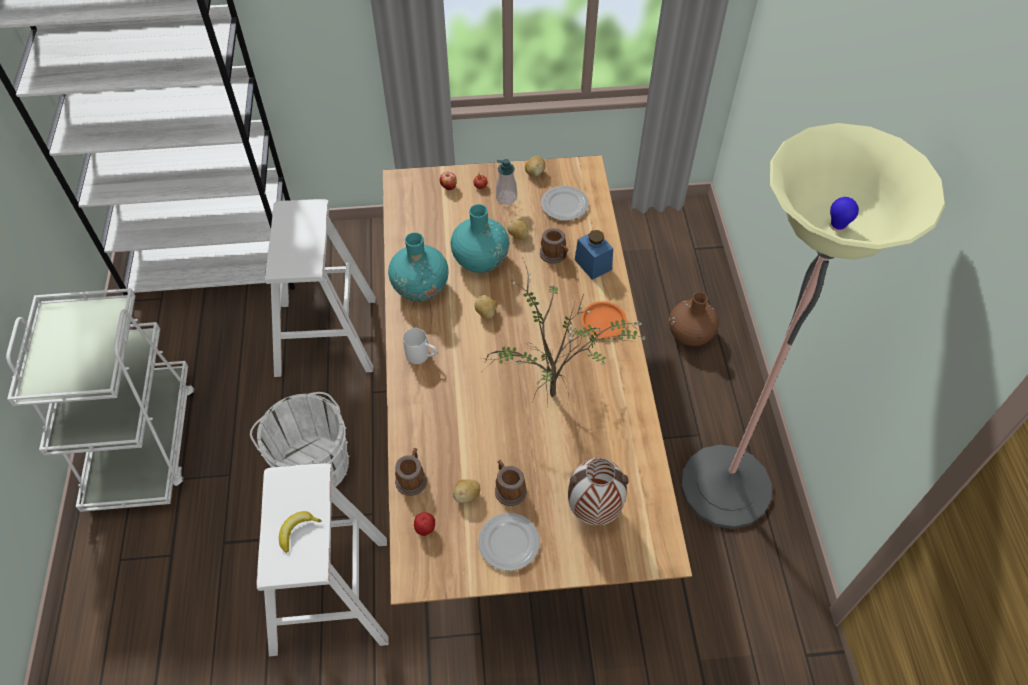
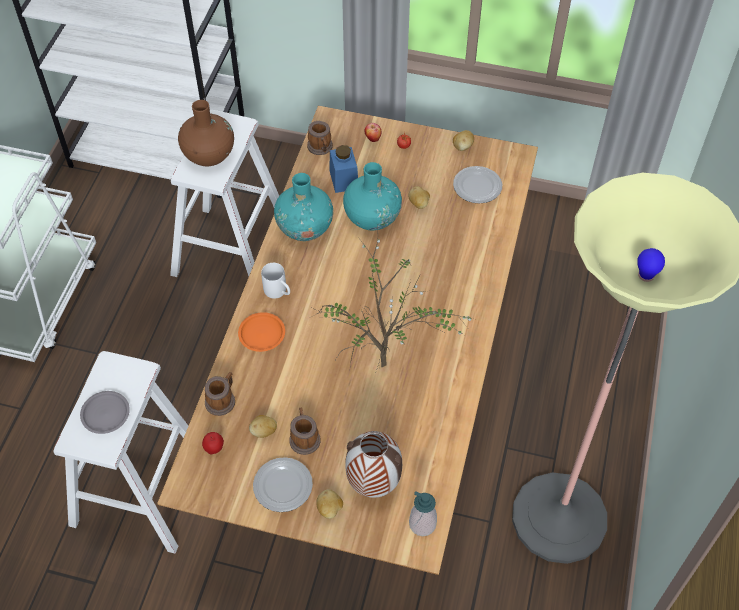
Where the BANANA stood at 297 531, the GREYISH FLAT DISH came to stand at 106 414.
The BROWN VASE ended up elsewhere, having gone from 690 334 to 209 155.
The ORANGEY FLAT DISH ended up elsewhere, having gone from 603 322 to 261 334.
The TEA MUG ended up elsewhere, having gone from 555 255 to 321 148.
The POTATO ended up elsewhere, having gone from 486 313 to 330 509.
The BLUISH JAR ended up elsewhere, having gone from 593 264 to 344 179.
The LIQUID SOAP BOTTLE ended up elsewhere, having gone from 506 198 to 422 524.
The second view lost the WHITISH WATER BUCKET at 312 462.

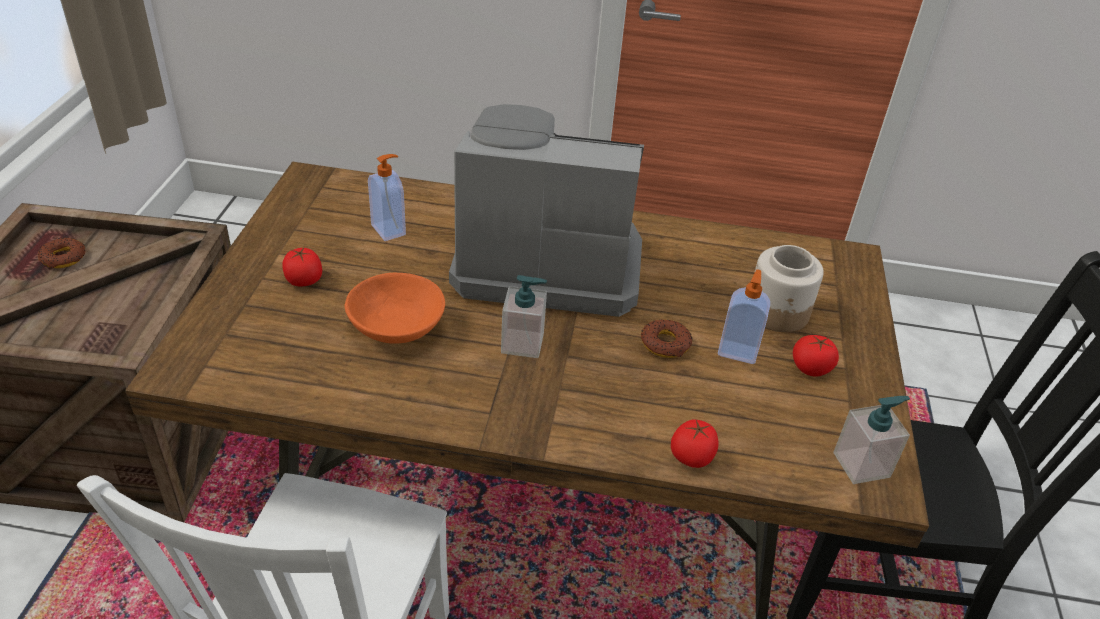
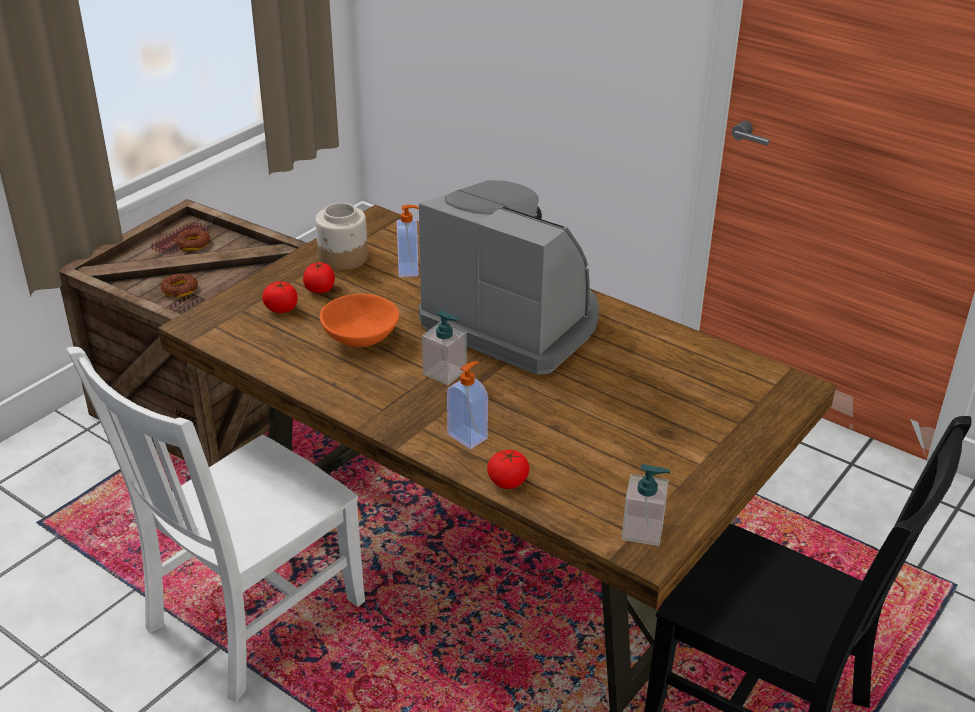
The DONUT ended up elsewhere, having gone from 665 343 to 180 289.
The WHOLE TOMATO ended up elsewhere, having gone from 811 368 to 281 308.
The JAR ended up elsewhere, having gone from 778 312 to 343 258.
The LIQUID SOAP BOTTLE ended up elsewhere, having gone from 737 351 to 468 436.

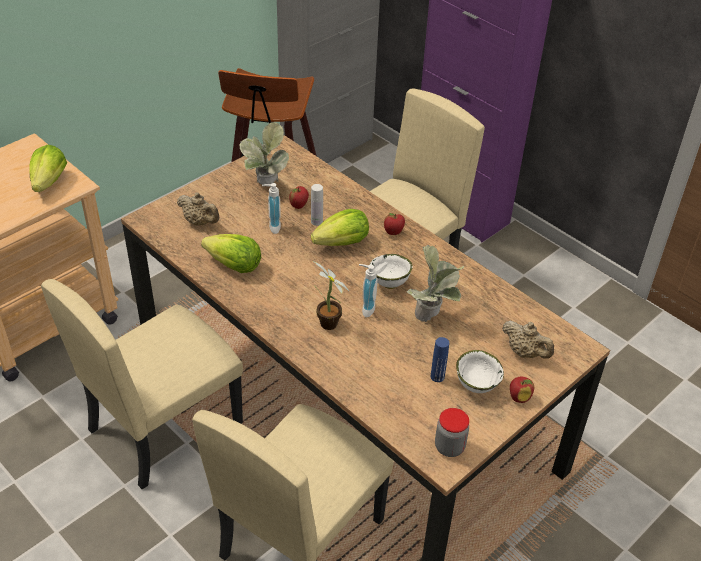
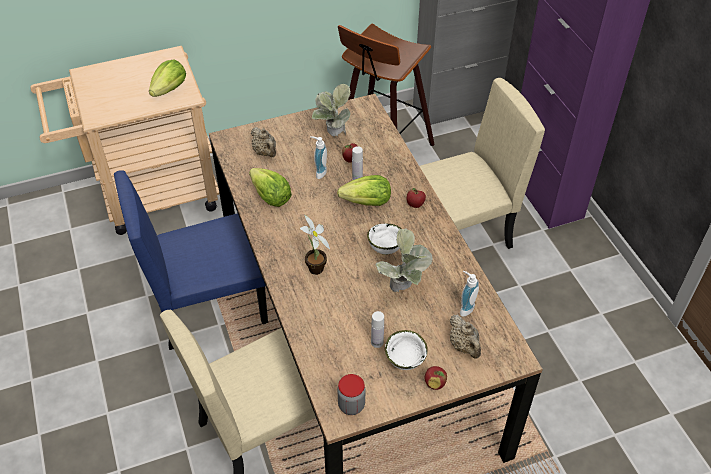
What was the BEIGE UPRIGHT CHAIR at 164 425 turned into the BLUISH UPRIGHT CHAIR at 210 305.
What was the BLUISH BOTTLE at 437 376 turned into the WHITISH BOTTLE at 377 342.
The LIQUID SOAP BOTTLE ended up elsewhere, having gone from 365 308 to 465 308.

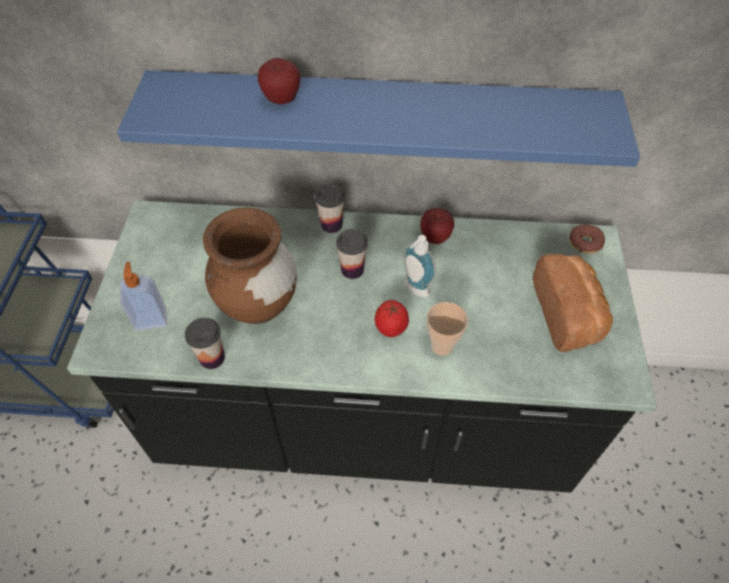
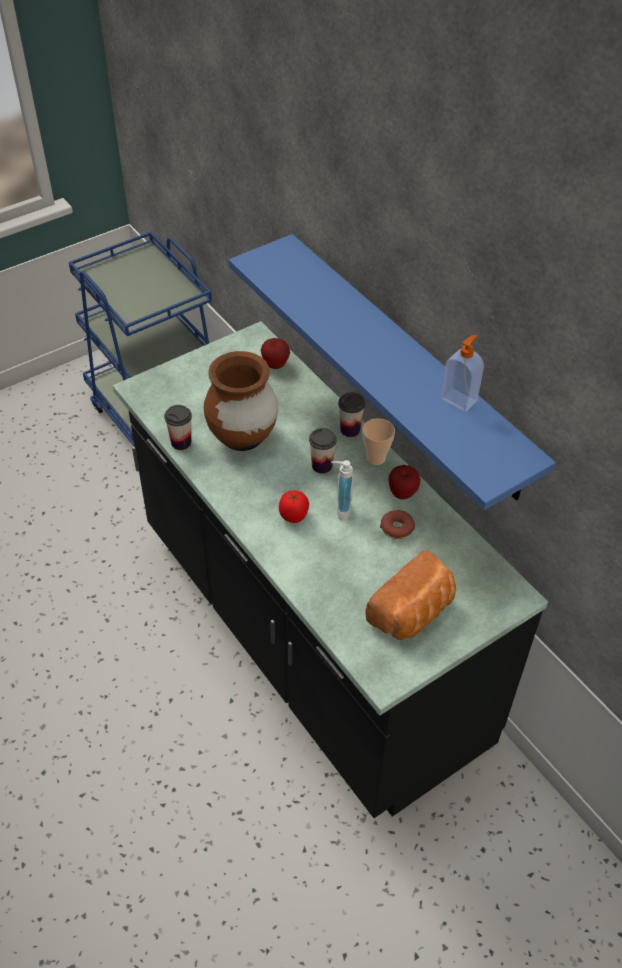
The APPLE FRUIT ended up elsewhere, having gone from 281 100 to 275 365.
The CUP ended up elsewhere, having gone from 442 346 to 376 458.
The DONUT ended up elsewhere, having gone from 585 243 to 397 528.
The LIQUID SOAP BOTTLE ended up elsewhere, having gone from 151 318 to 459 399.

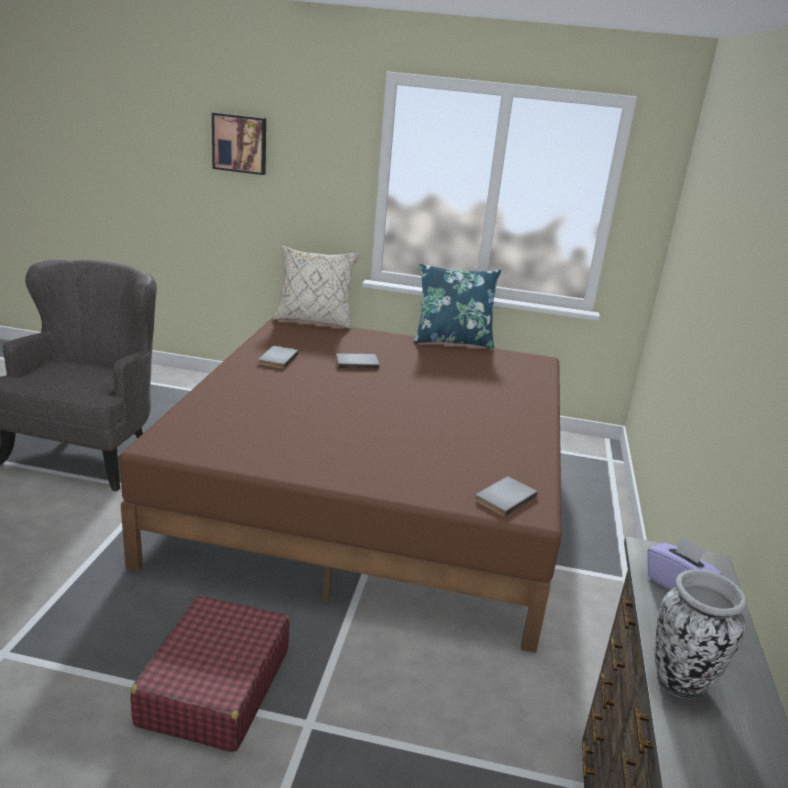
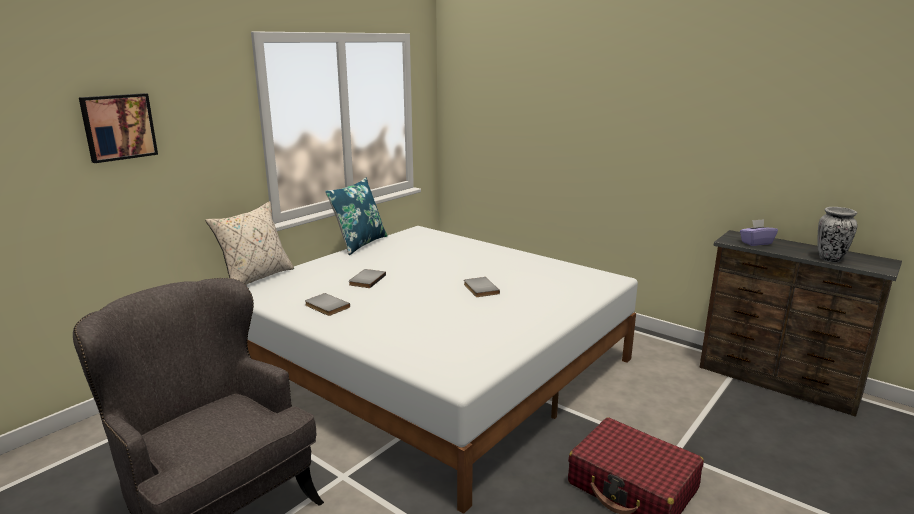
What was the BROWN BEDROOM BED at 373 493 turned into the WHITISH BEDROOM BED at 434 366.
The GREYISH BOOK ended up elsewhere, having gone from 503 497 to 479 289.

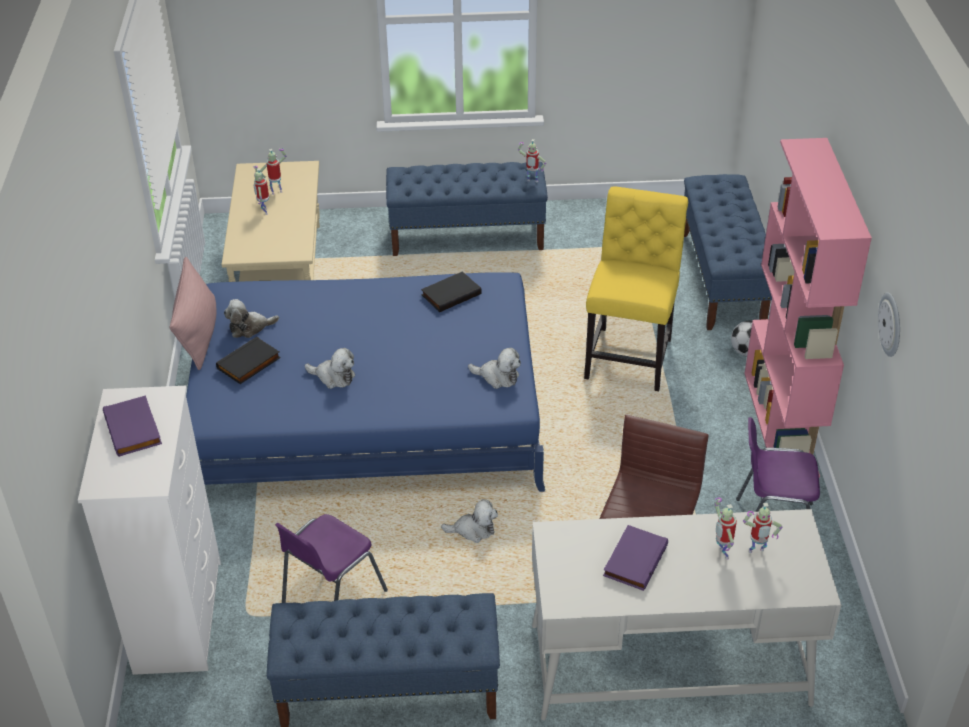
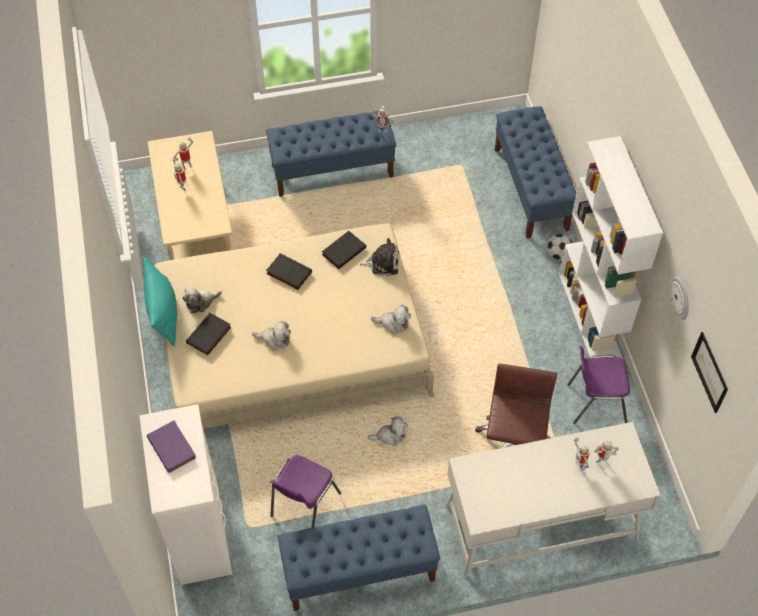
What was the PINK-COLOURED CUSHION at 198 334 turned into the TURQUOISE CUSHION at 163 312.
What was the BLUISH BEDROOM BED at 367 409 turned into the BEIGE BEDROOM BED at 292 342.
The second view gained the BLACK BOOK at 288 273.
The second view gained the CUDDLY TOY at 383 263.
What was the PINK-COLOURED BOOKCASE at 781 424 turned into the WHITISH BOOKCASE at 590 316.
The second view gained the WALL PICTURE at 710 372.
The second view lost the YELLOWISH UPRIGHT CHAIR at 630 355.
The second view lost the PURPLE BOOK at 634 559.

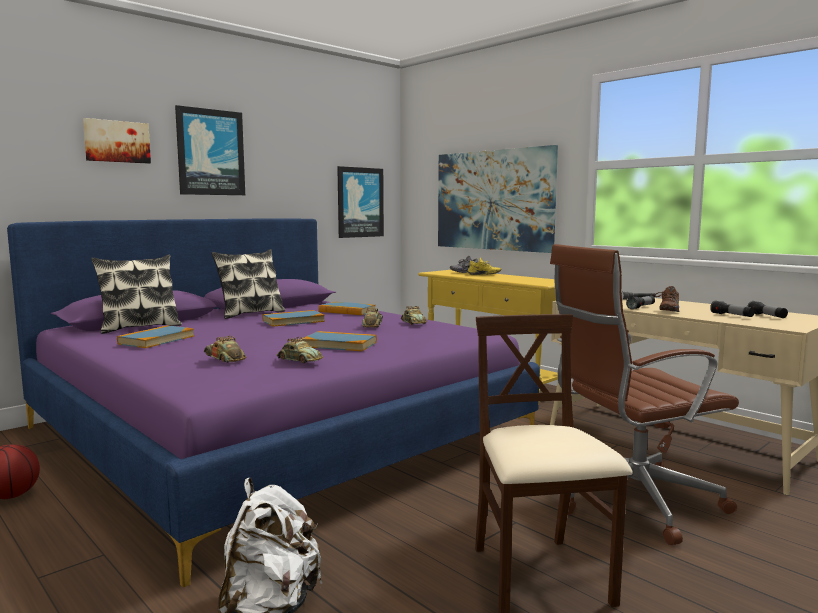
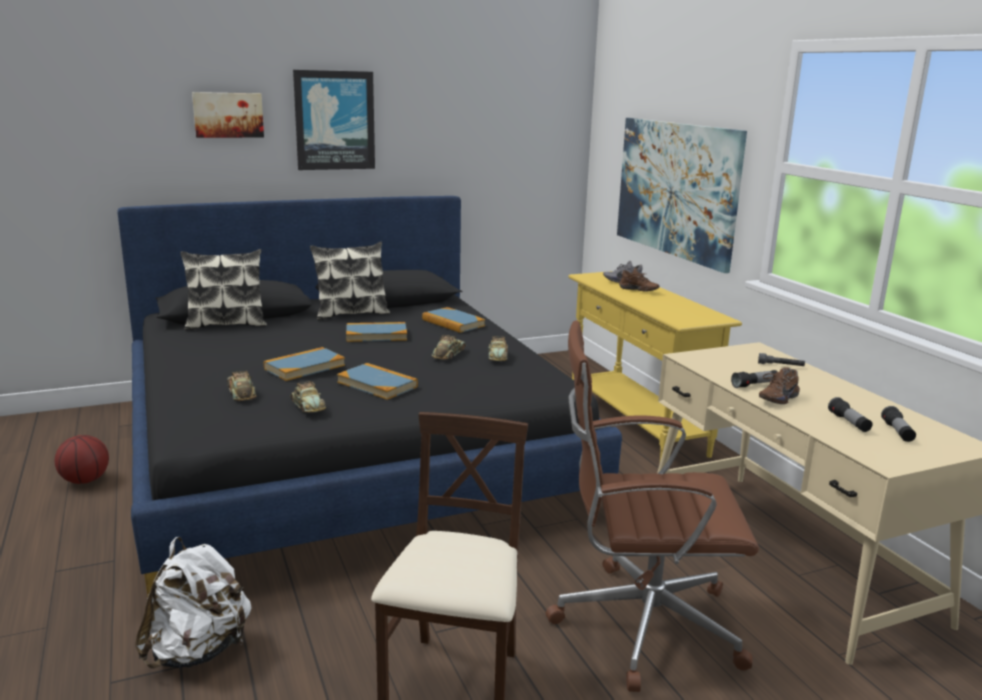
What was the PURPLE BEDROOM BED at 274 433 turned into the BLACK BEDROOM BED at 347 452.
The BOOK ended up elsewhere, having gone from 156 340 to 304 367.
What was the YELLOWISH LOW SHOE at 484 275 turned into the BROWN LOW SHOE at 637 291.
The second view lost the WALL PICTURE at 360 202.

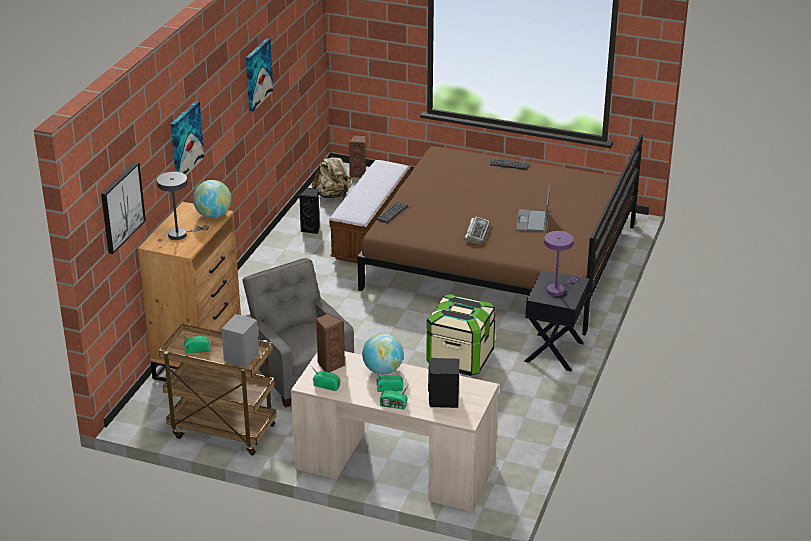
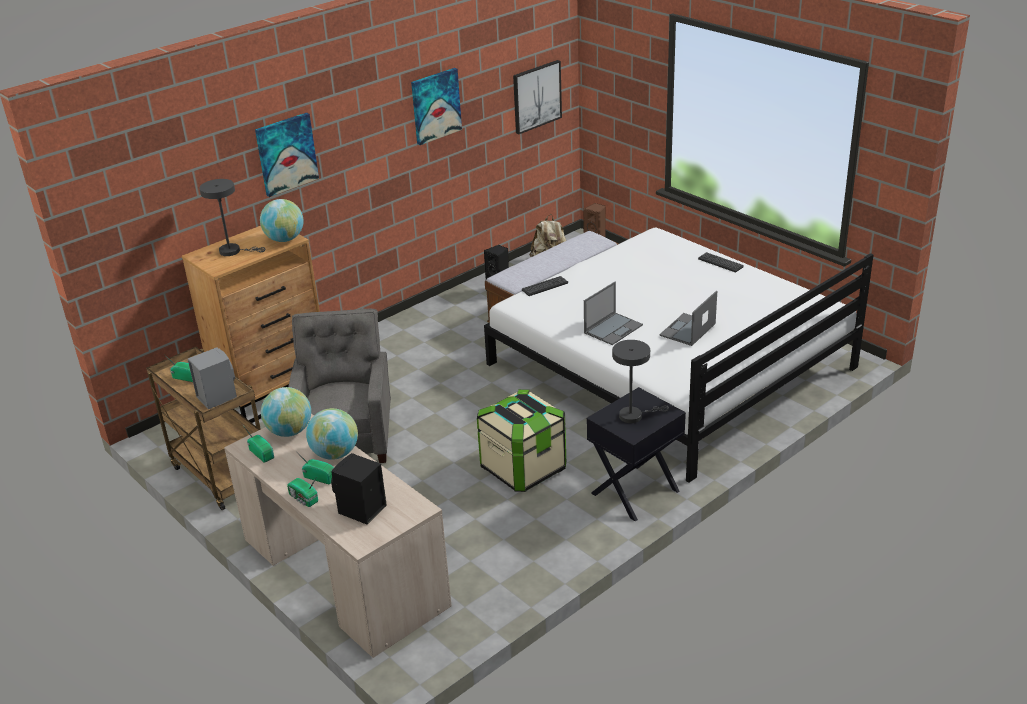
Where the BROWN SPEAKER stood at 330 365, the DESK GLOBE came to stand at 289 431.
What was the BROWN BEDROOM BED at 501 257 turned into the WHITISH BEDROOM BED at 669 366.
The WALL PICTURE ended up elsewhere, having gone from 121 207 to 536 96.
Where the KEYBOARD stood at 477 233, the LAPTOP came to stand at 613 328.
What was the PURPLE LAMP FOR A TABLE at 557 289 turned into the GREYISH LAMP FOR A TABLE at 634 415.

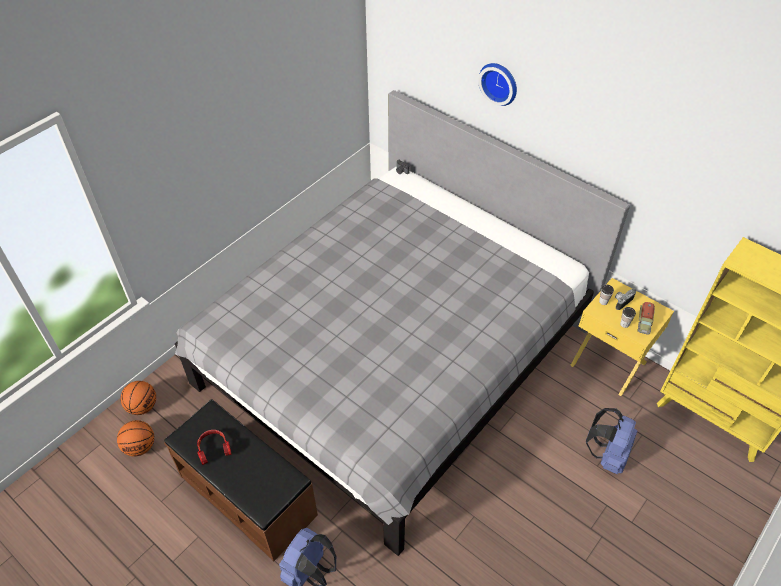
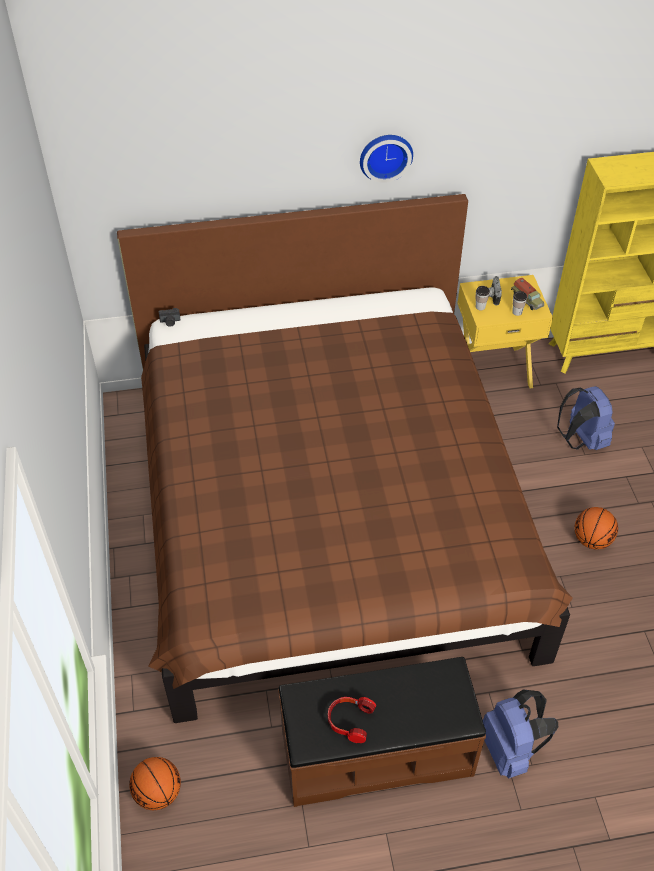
What was the GREYISH BEDROOM BED at 392 356 turned into the BROWN BEDROOM BED at 328 515.
The CLOCK ON THE WALL ended up elsewhere, having gone from 500 82 to 385 155.
The BASKETBALL BALL ended up elsewhere, having gone from 140 447 to 592 540.

